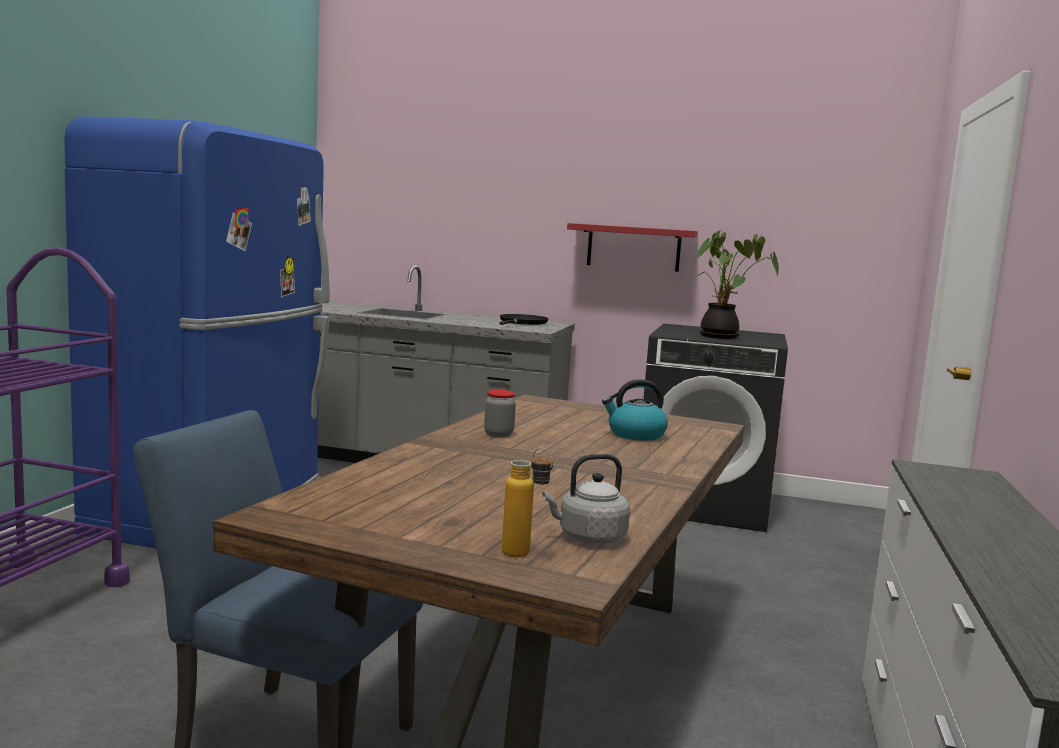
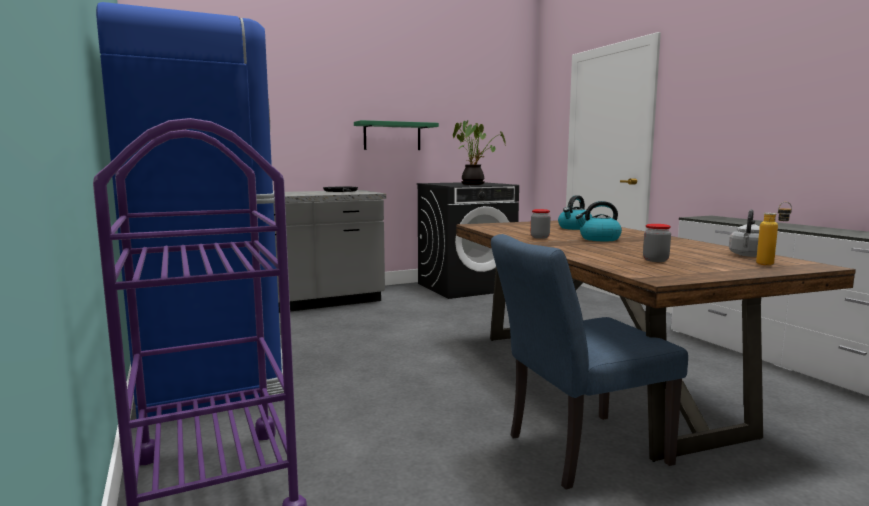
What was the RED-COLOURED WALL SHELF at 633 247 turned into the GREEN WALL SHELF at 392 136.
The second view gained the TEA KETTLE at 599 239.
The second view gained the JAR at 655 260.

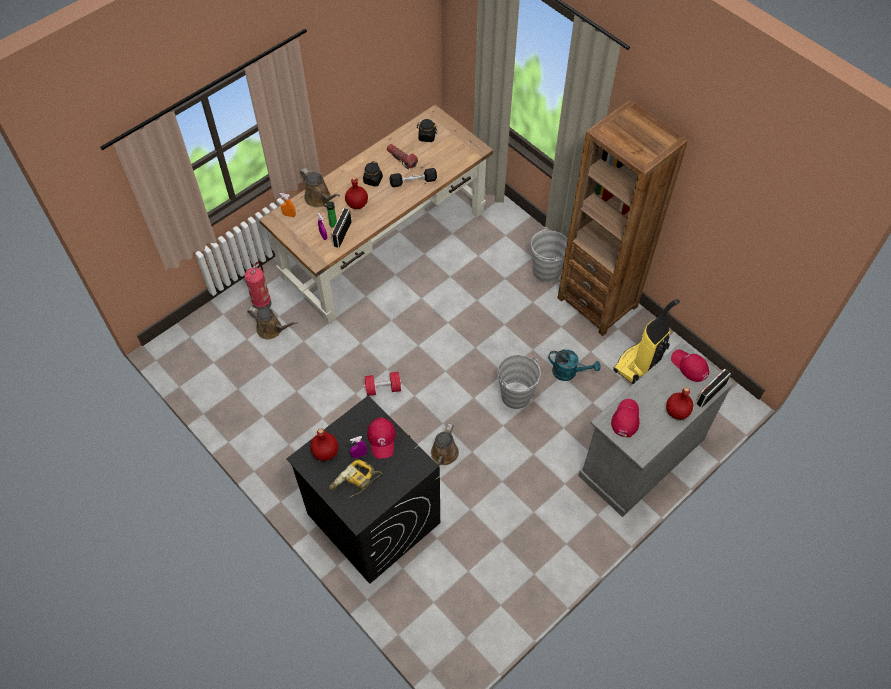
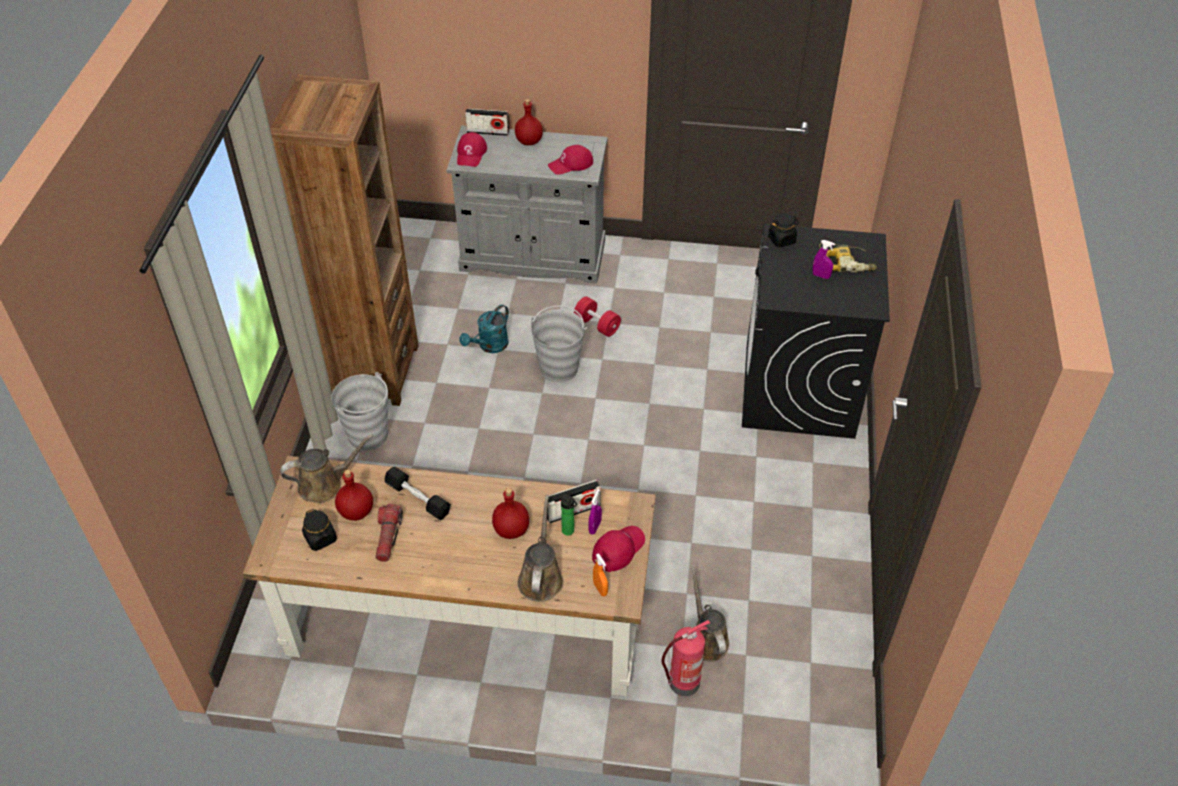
The BROWN SPRINKLING CAN ended up elsewhere, having gone from 443 455 to 325 484.
The RED-COLOURED BOTTLE ended up elsewhere, having gone from 325 452 to 357 511.
The TURQUOISE SPRINKLING CAN at 569 372 ended up facing another way, 120 degrees counterclockwise from before.
The RED-COLOURED FREE WEIGHT ended up elsewhere, having gone from 383 388 to 597 325.
The RED-COLOURED PEAKED CAP ended up elsewhere, having gone from 382 439 to 618 549.
The BLACK JAR ended up elsewhere, having gone from 373 180 to 781 239.
The second view lost the HOOVER at 638 364.

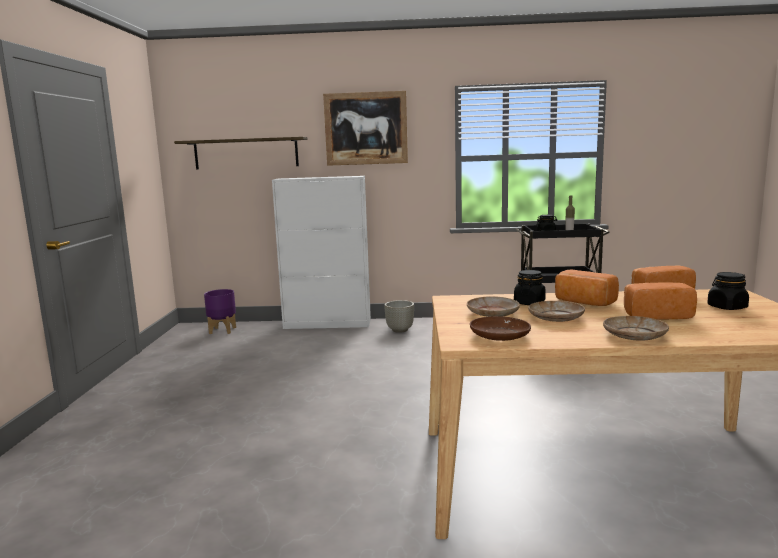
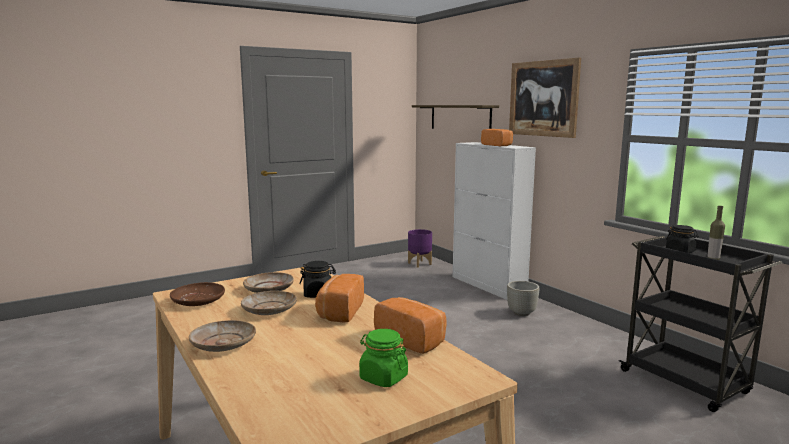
What was the BLACK JAR at 727 307 turned into the GREEN JAR at 383 378.
The BAKED BREAD ended up elsewhere, having gone from 655 315 to 497 145.

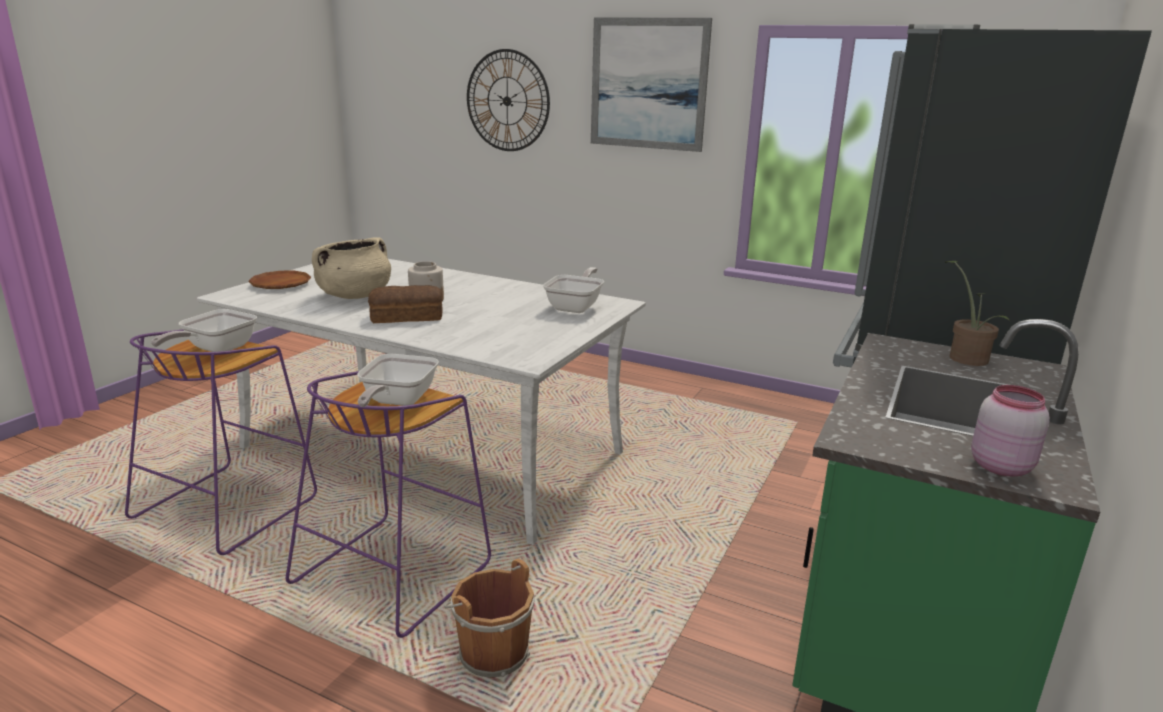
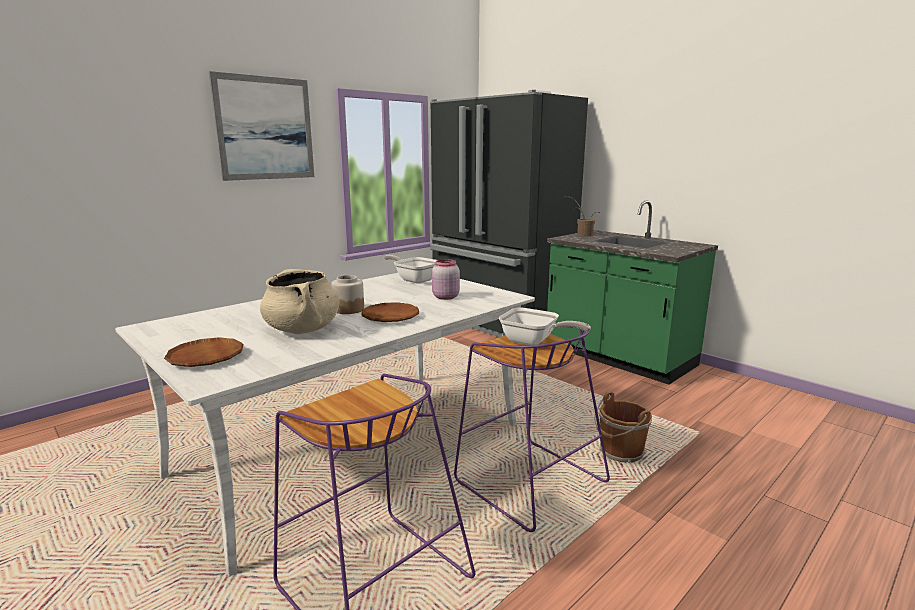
Where the BAKED BREAD stood at 408 317, the BROWN FLAT DISH came to stand at 390 316.
The PINK-COLOURED JAR ended up elsewhere, having gone from 999 466 to 445 297.
The second view lost the FRYING PAN at 215 350.
The second view lost the CLOCK ON THE WALL at 507 101.

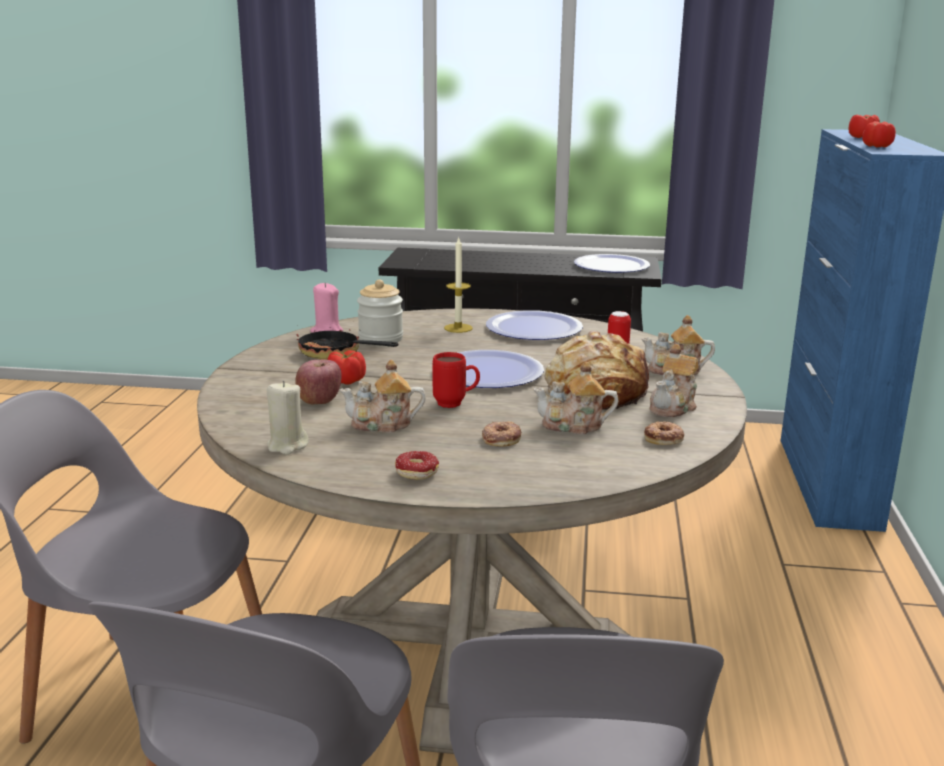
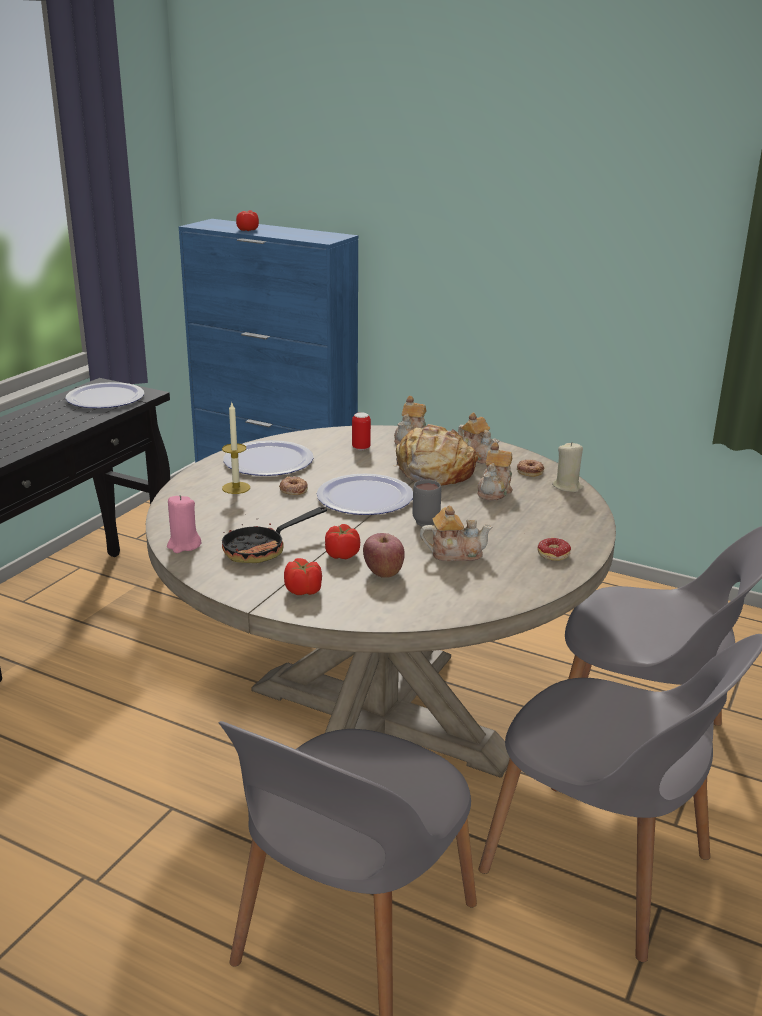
The DONUT ended up elsewhere, having gone from 501 438 to 293 489.
The WHOLE TOMATO ended up elsewhere, having gone from 877 146 to 303 590.
What was the RED-COLOURED TEA MUG at 456 404 turned into the GREYISH TEA MUG at 428 520.
The TEA POT at 383 424 ended up facing another way, 105 degrees counterclockwise from before.
The BEIGE CANDLE ended up elsewhere, having gone from 287 445 to 567 487.
The second view lost the JAR at 380 339.

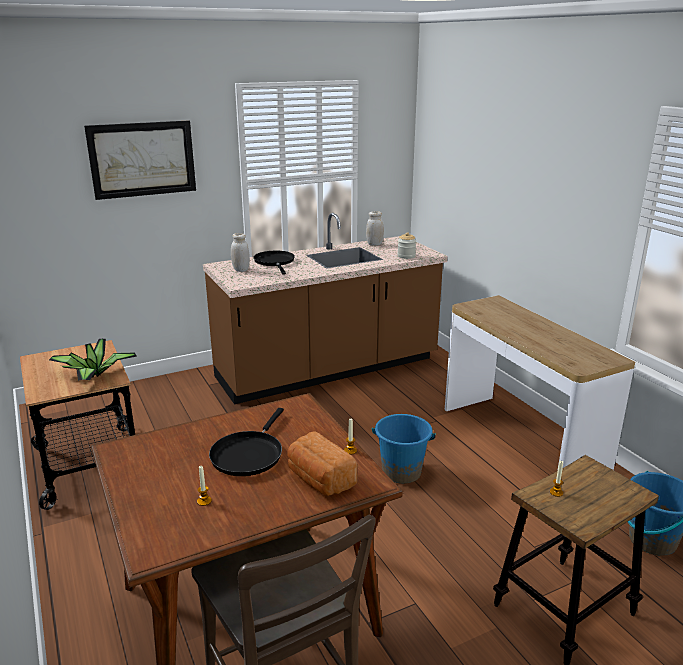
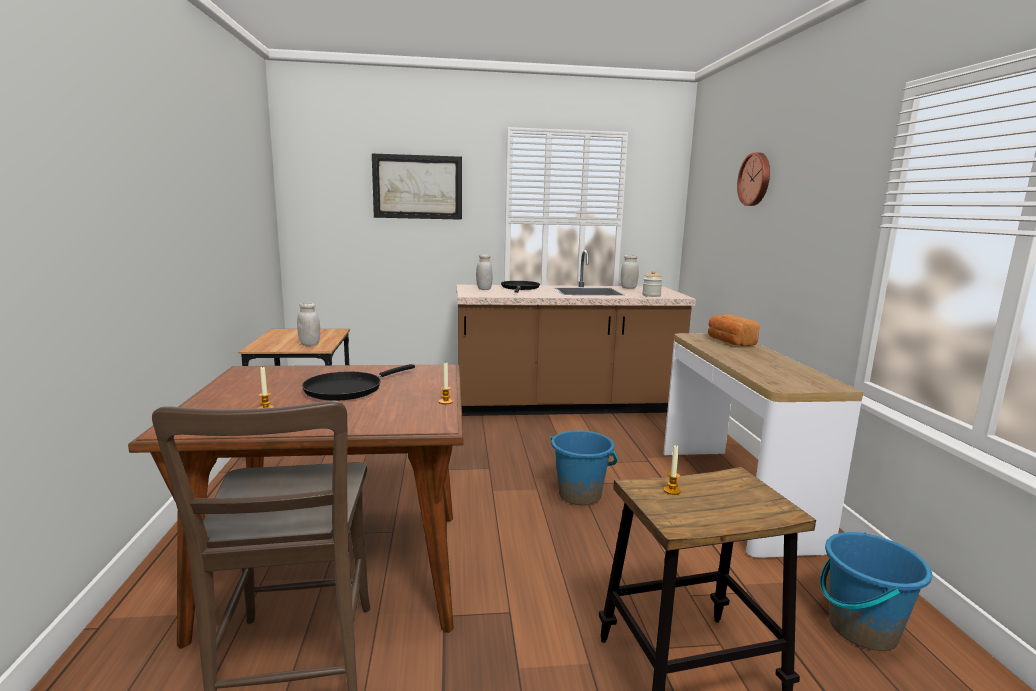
Where the POTTED PLANT stood at 95 376, the WHITISH JAR came to stand at 309 344.
The BAKED BREAD ended up elsewhere, having gone from 319 480 to 729 342.
The second view gained the CLOCK ON THE WALL at 755 179.

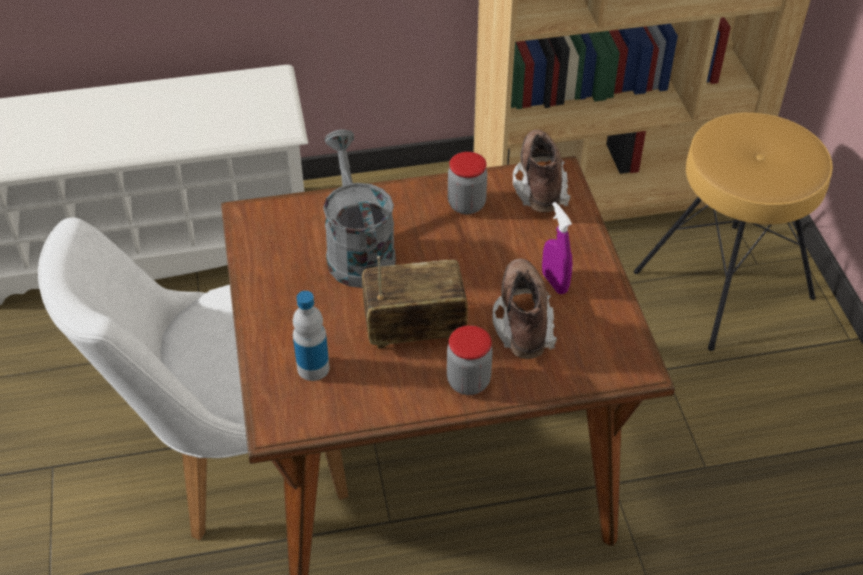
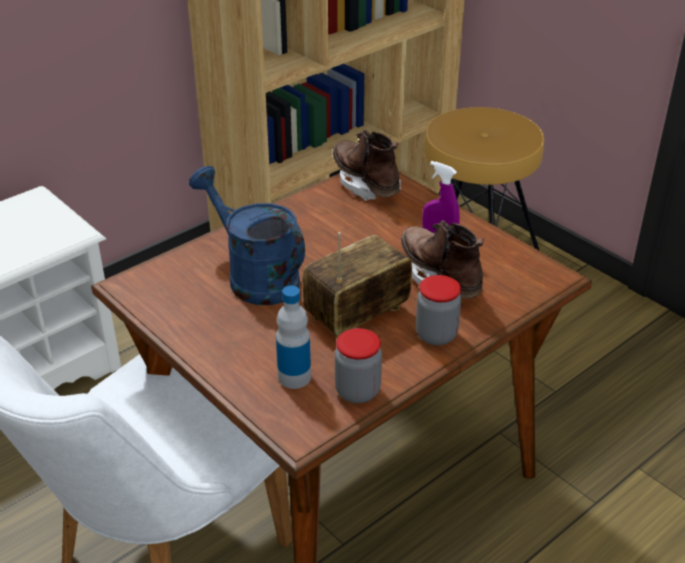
What was the GREYISH SPRINKLING CAN at 357 250 turned into the BLUISH SPRINKLING CAN at 254 277.
The JAR ended up elsewhere, having gone from 466 204 to 357 391.

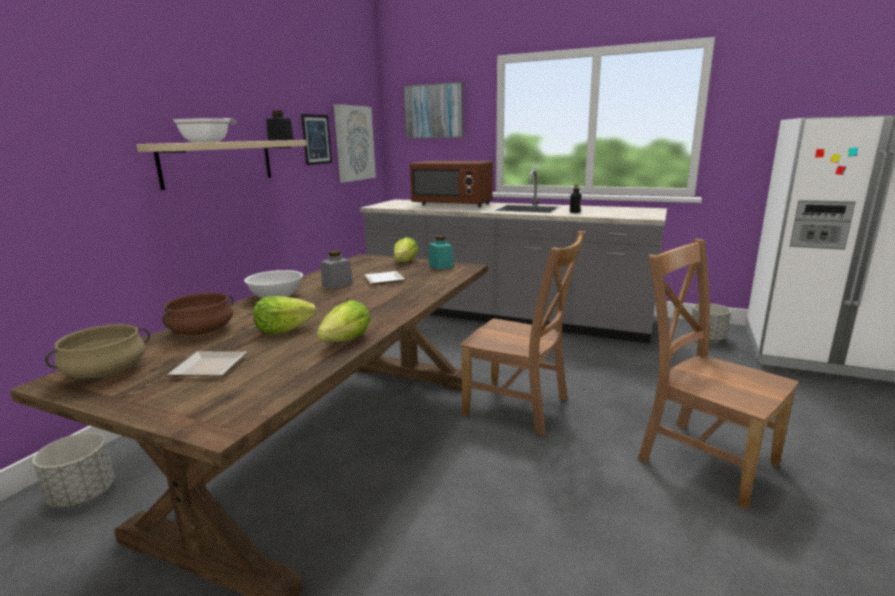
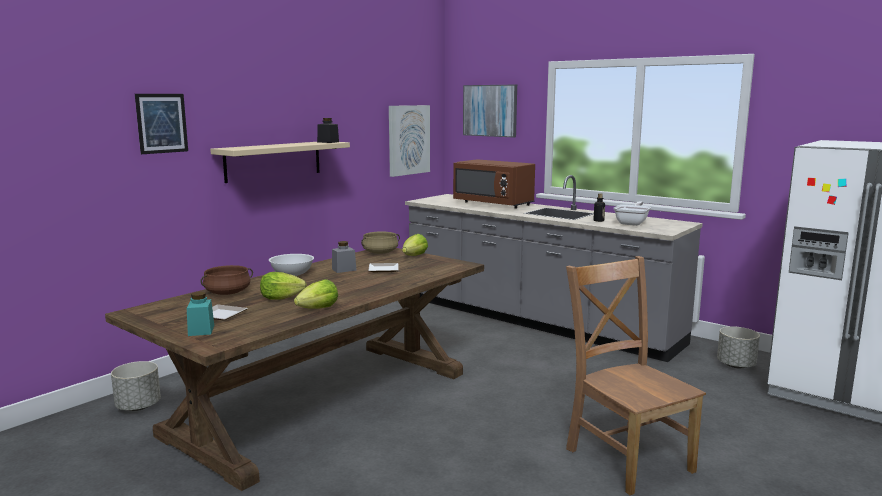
The WALL PICTURE ended up elsewhere, having gone from 316 139 to 162 123.
The TURQUOISE JAR ended up elsewhere, having gone from 440 266 to 201 330.
The BEIGE SAUCEPOT ended up elsewhere, having gone from 106 372 to 380 253.
The FRYING PAN ended up elsewhere, having gone from 210 141 to 632 223.
The second view lost the BROWN UPRIGHT CHAIR at 520 407.

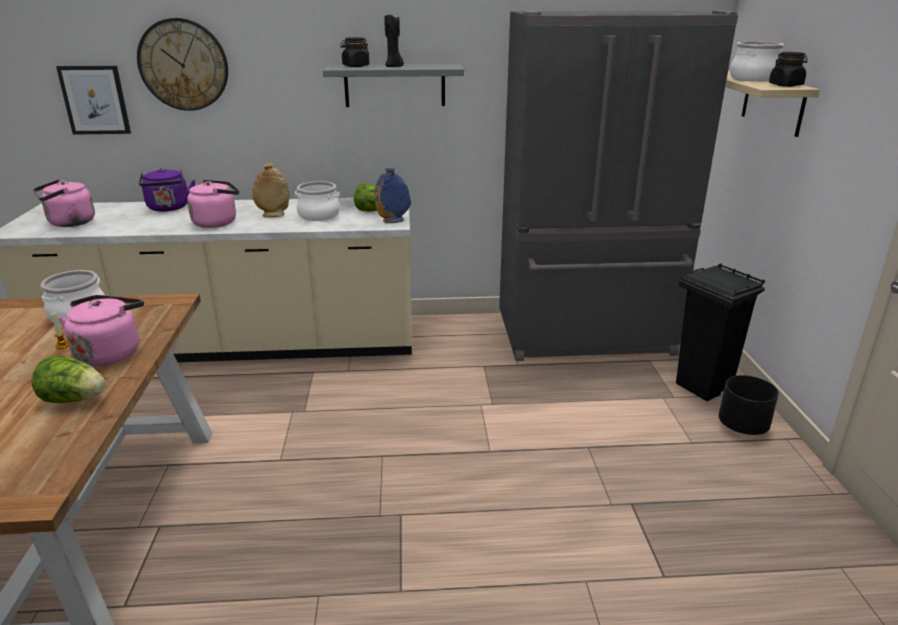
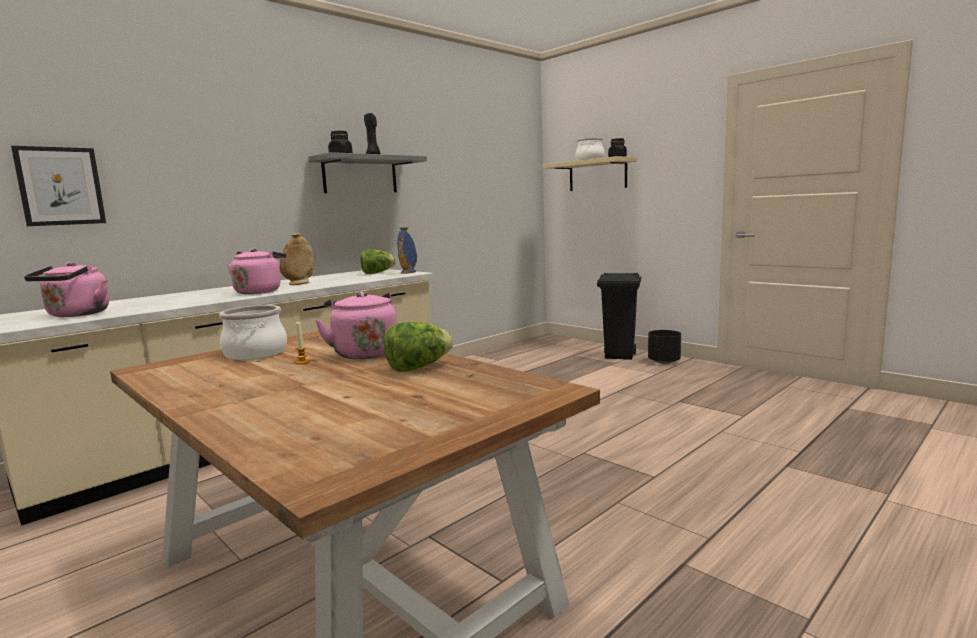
The second view lost the CLOCK ON THE WALL at 183 65.
The second view lost the PURPLE TEA KETTLE at 169 208.
The second view lost the SAUCEPOT at 319 216.
The second view lost the GREYISH FRIDGE at 586 336.

